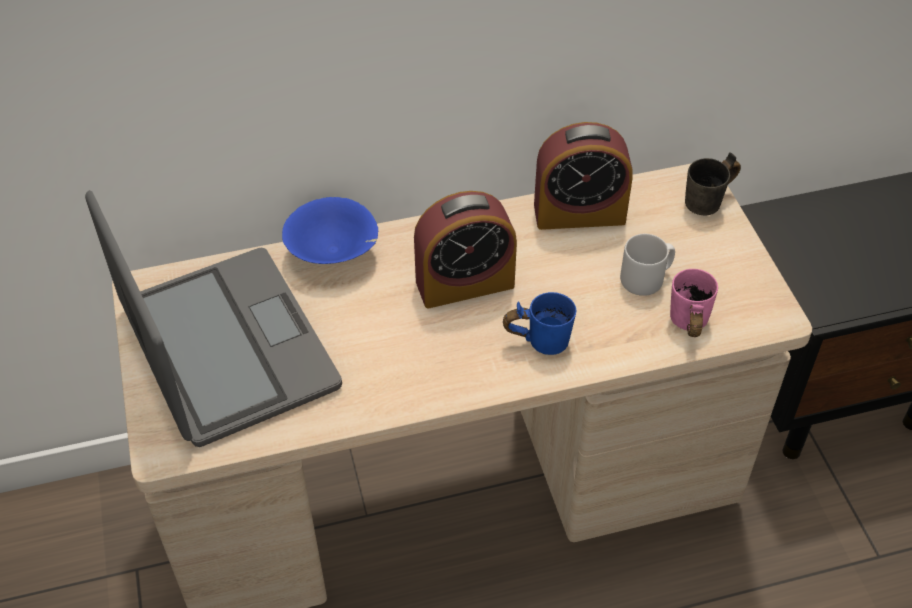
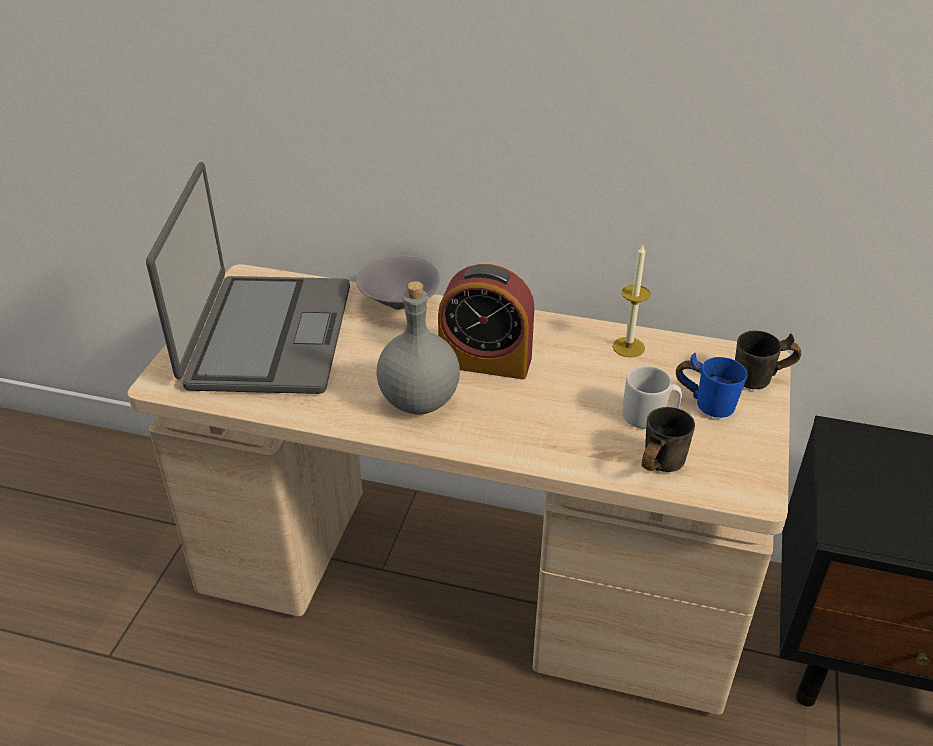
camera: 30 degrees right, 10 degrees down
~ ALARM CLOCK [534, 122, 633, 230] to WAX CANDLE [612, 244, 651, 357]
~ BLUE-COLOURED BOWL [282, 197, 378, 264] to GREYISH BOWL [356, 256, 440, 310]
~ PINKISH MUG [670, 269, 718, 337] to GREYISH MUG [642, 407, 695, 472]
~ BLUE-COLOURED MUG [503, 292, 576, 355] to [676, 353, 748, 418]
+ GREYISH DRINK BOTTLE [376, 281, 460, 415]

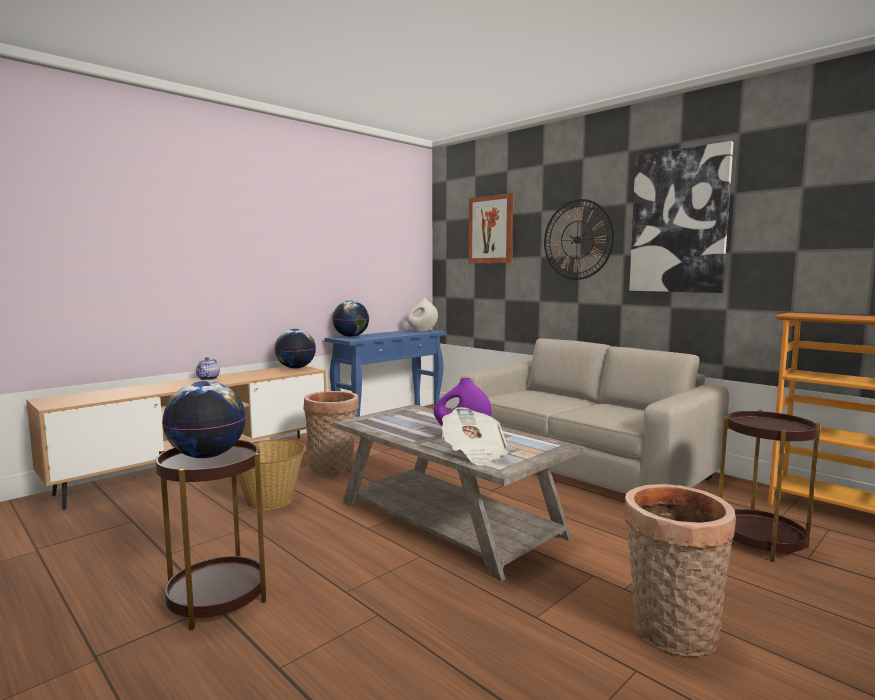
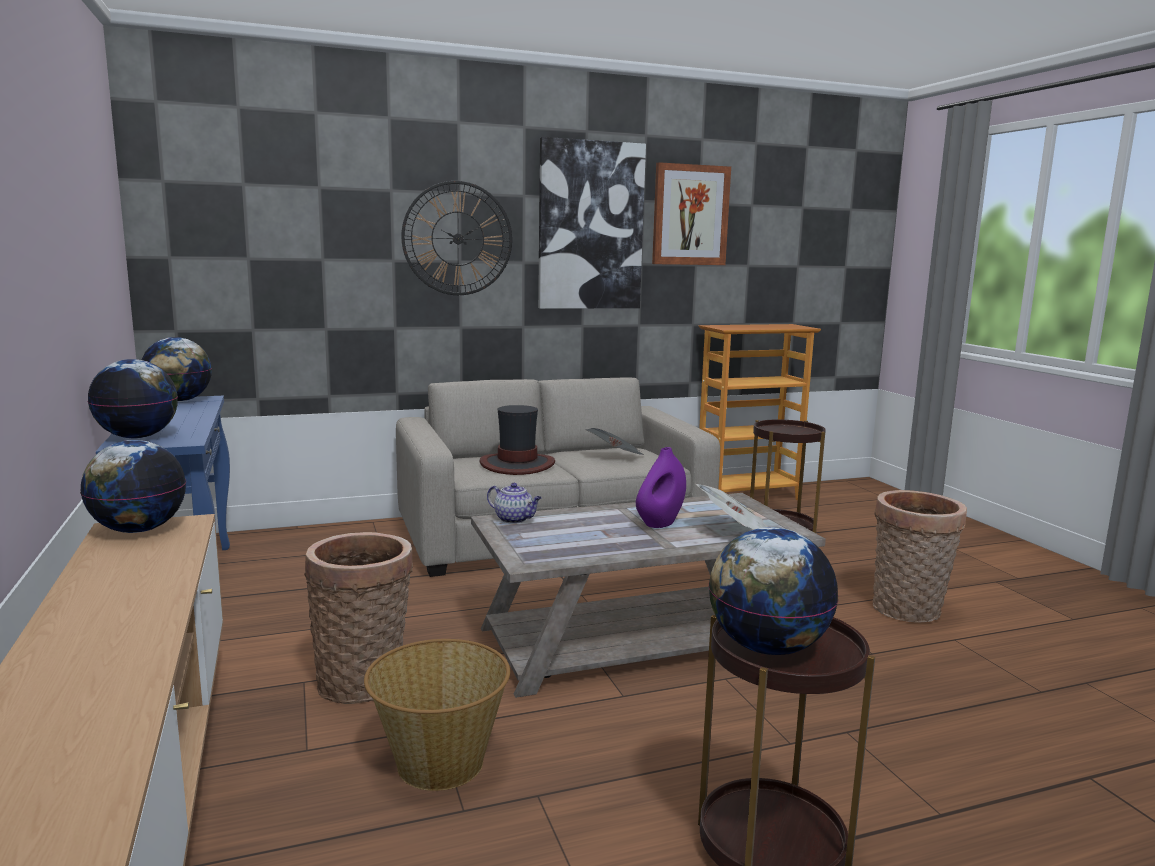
camera: 65 degrees left, 5 degrees up
~ WALL PICTURE [468, 193, 514, 263] to [652, 162, 731, 265]
~ WHITE DECORATIVE VASE [407, 298, 438, 331] to WORLD GLOBE [142, 337, 212, 402]
~ TEA POT [196, 357, 220, 380] to [487, 483, 542, 524]
+ HAT [480, 405, 555, 475]
+ NEWSPAPER [586, 428, 645, 455]

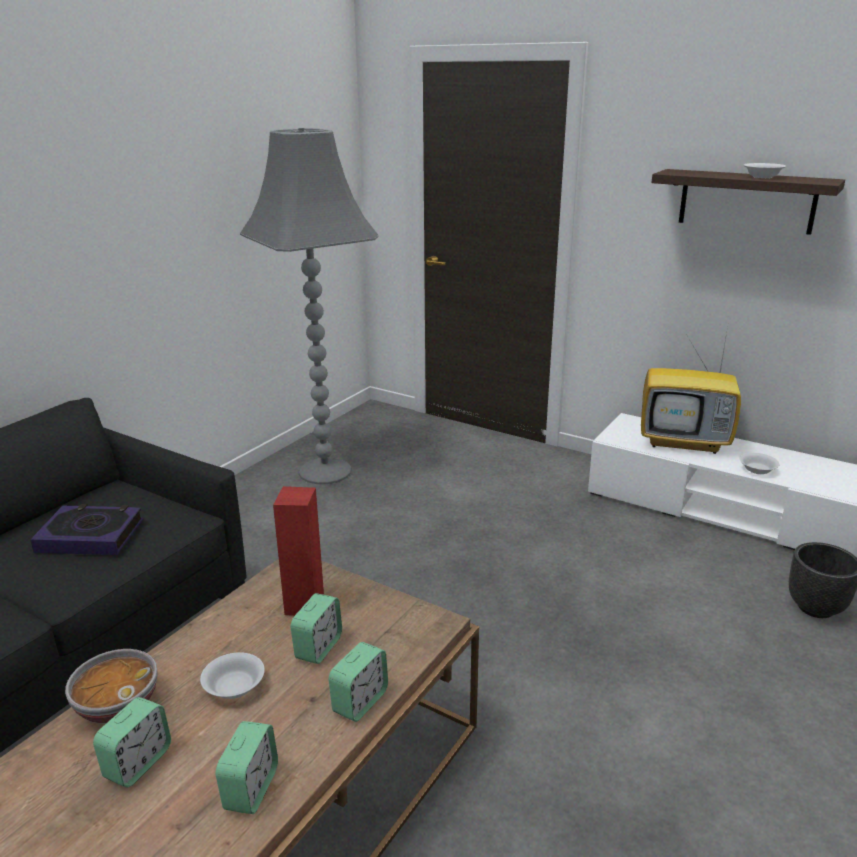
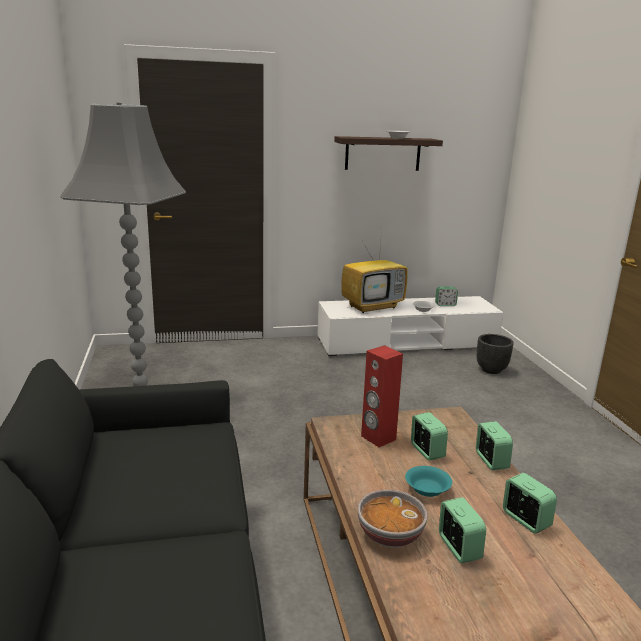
camera: 45 degrees left, 5 degrees down
- VOLUME [30, 504, 143, 555]
~ WHITE BOWL [200, 652, 265, 699] to TURQUOISE BOWL [405, 466, 452, 497]
+ ALARM CLOCK [435, 286, 458, 306]

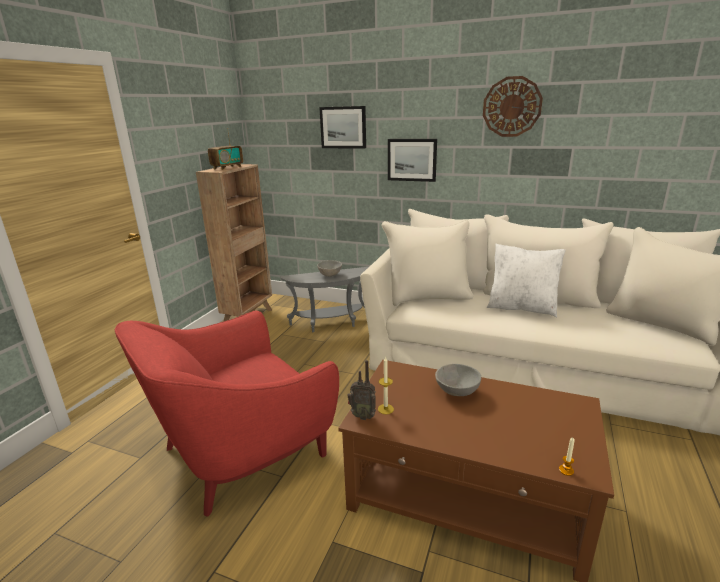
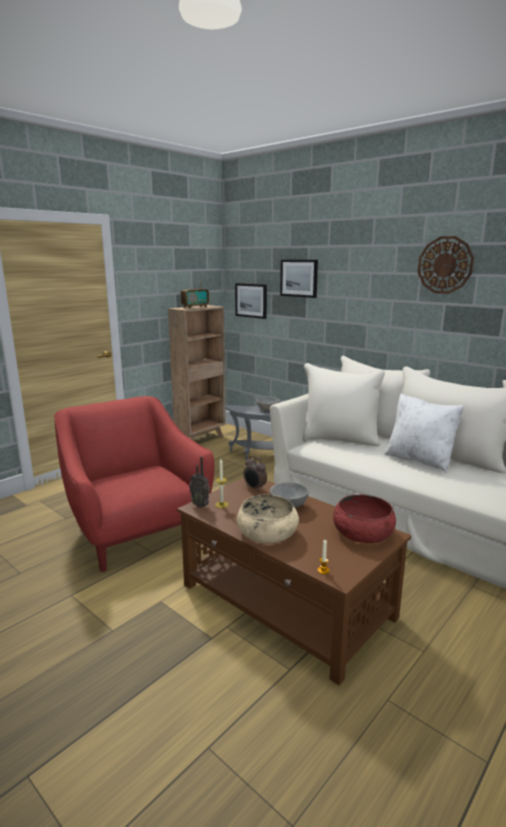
camera: 20 degrees right, 5 degrees down
~ WALL PICTURE [388, 139, 437, 182] to [235, 283, 267, 319]
~ RED-COLOURED EASY CHAIR [115, 311, 339, 516] = [54, 396, 214, 572] 75 degrees clockwise
+ ALARM CLOCK [244, 456, 267, 492]
+ RED-COLOURED BOWL [333, 494, 396, 543]
+ BEIGE-COLOURED BOWL [237, 495, 299, 544]

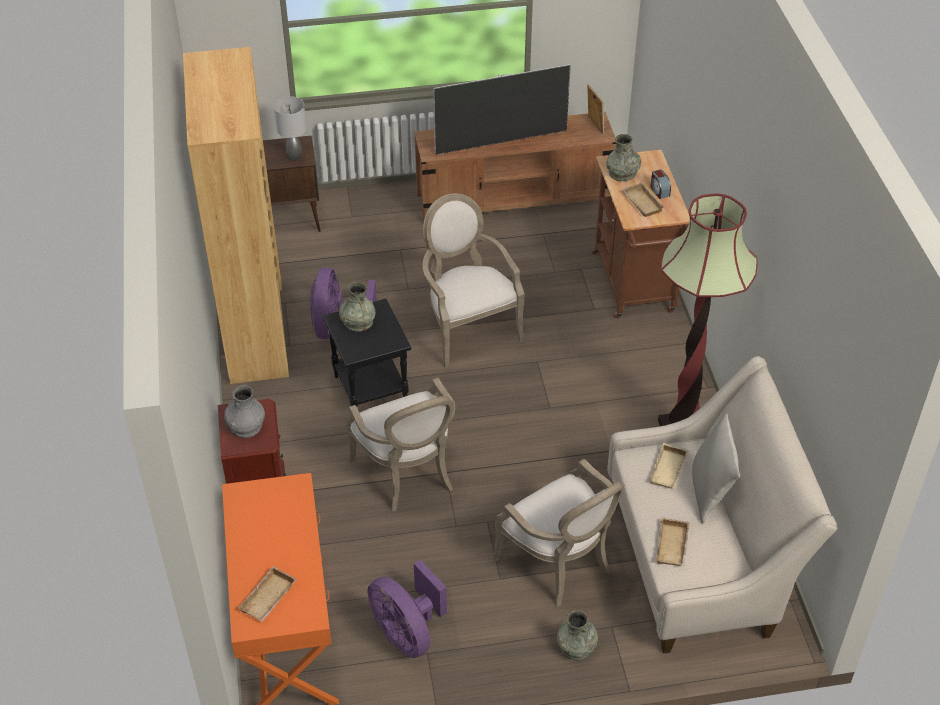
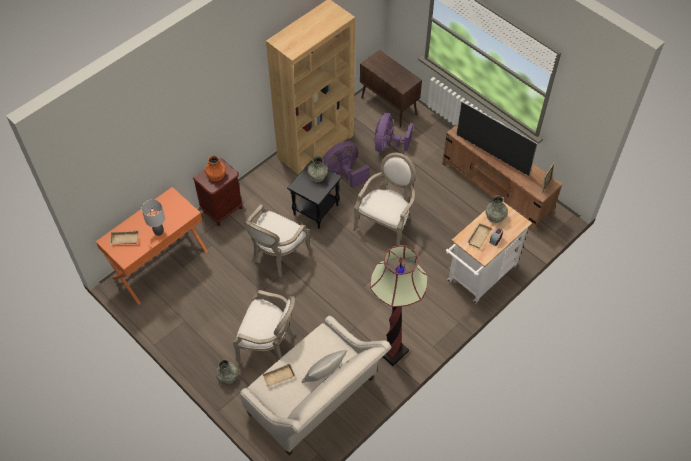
camera: 55 degrees right, 10 degrees up
~ GREYISH TABLE LAMP [274, 96, 307, 161] to [141, 200, 165, 236]
~ BROWNISH TROLLEY [592, 150, 690, 319] to WHITE TROLLEY [446, 202, 532, 303]
~ GREYISH DECORATIVE VASE [224, 385, 265, 438] to ORANGEY DECORATIVE VASE [205, 156, 226, 181]
- BEIGE-COLOURED CARRYING TRAY [649, 443, 688, 489]
~ EASY CHAIR [493, 459, 625, 607] = [233, 290, 295, 361] 90 degrees counterclockwise
~ PURPLISH FAN [368, 560, 447, 658] to [374, 113, 413, 152]

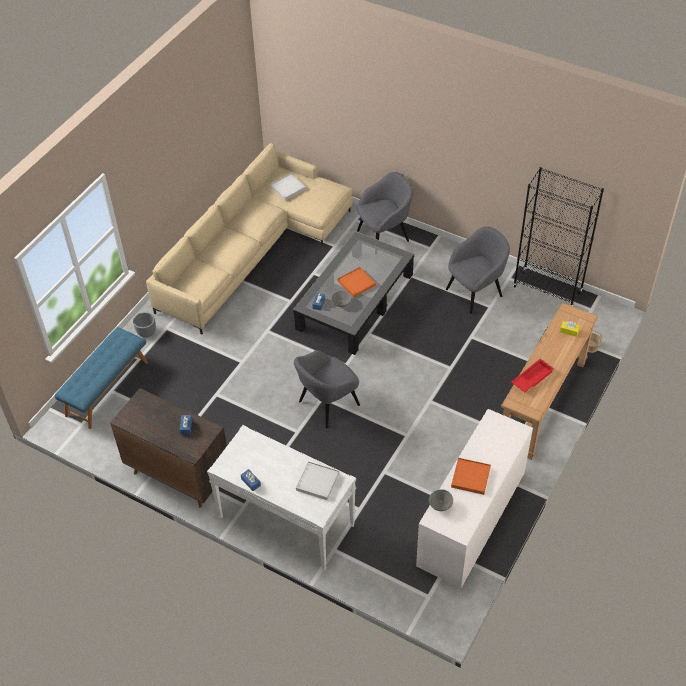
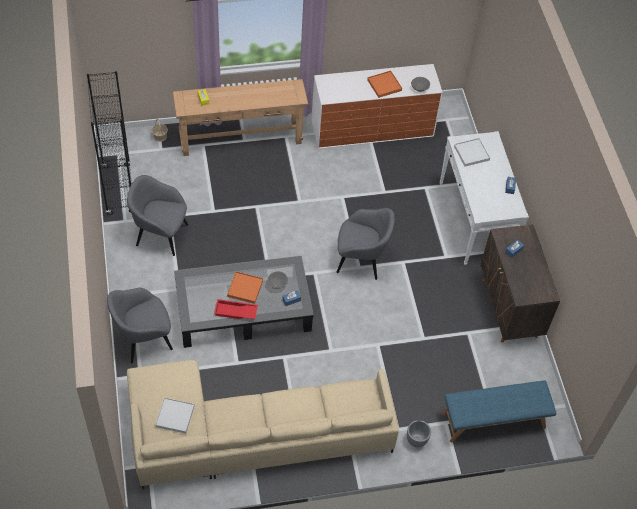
camera: 135 degrees left, 5 degrees up
~ GREYISH EASY CHAIR [357, 172, 413, 242] = [107, 288, 173, 364] 45 degrees counterclockwise
~ RED-COLOURED CARRYING TRAY [511, 359, 554, 393] to [214, 299, 258, 319]

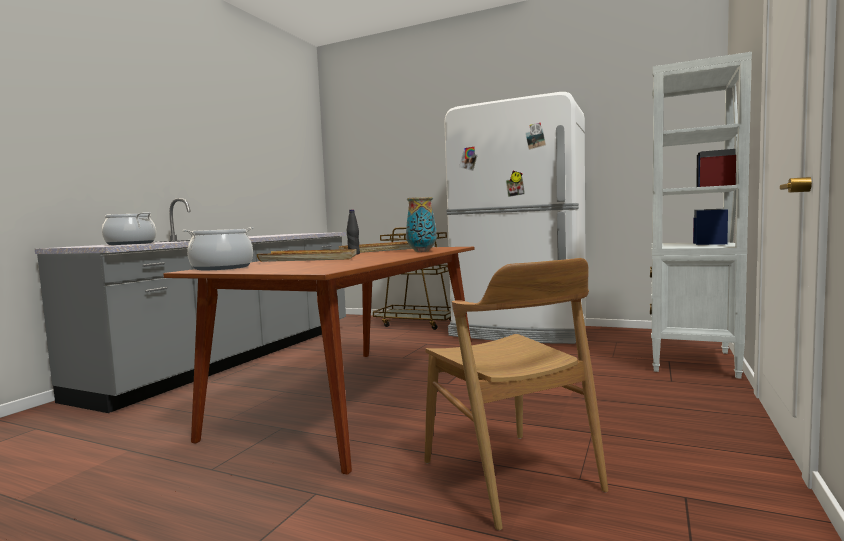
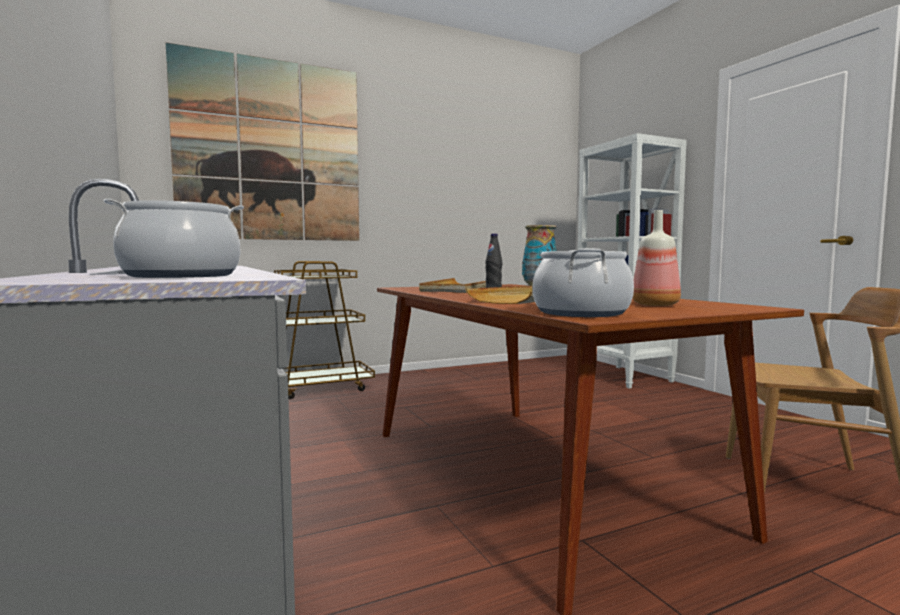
camera: 50 degrees left, 0 degrees up
- WHITE KITCHEN FRIDGE [444, 92, 586, 344]
+ WALL PICTURE [166, 43, 359, 241]
+ DRINK BOTTLE [632, 210, 681, 306]

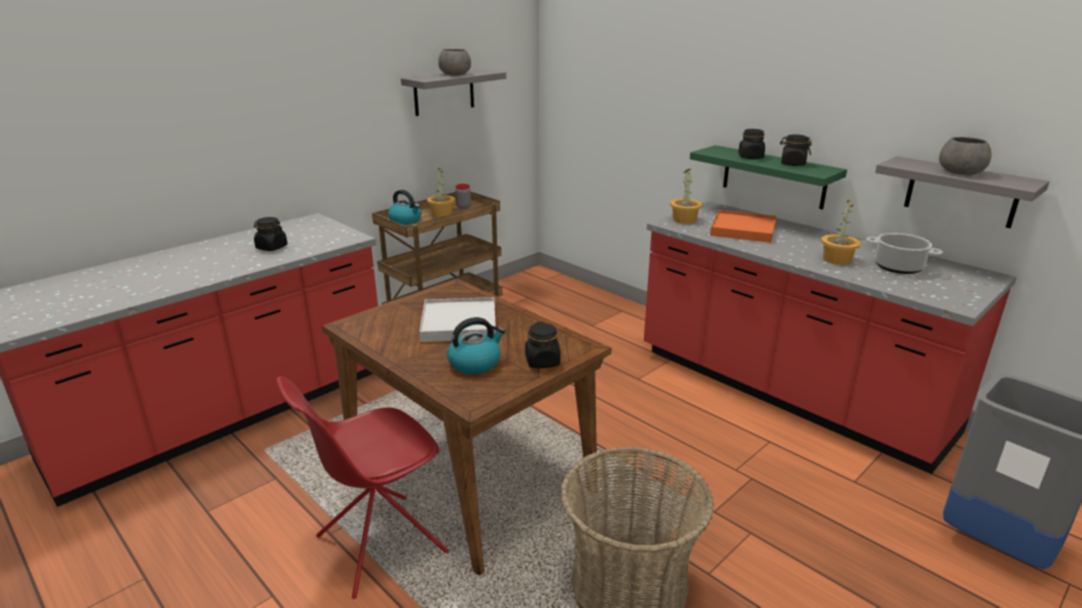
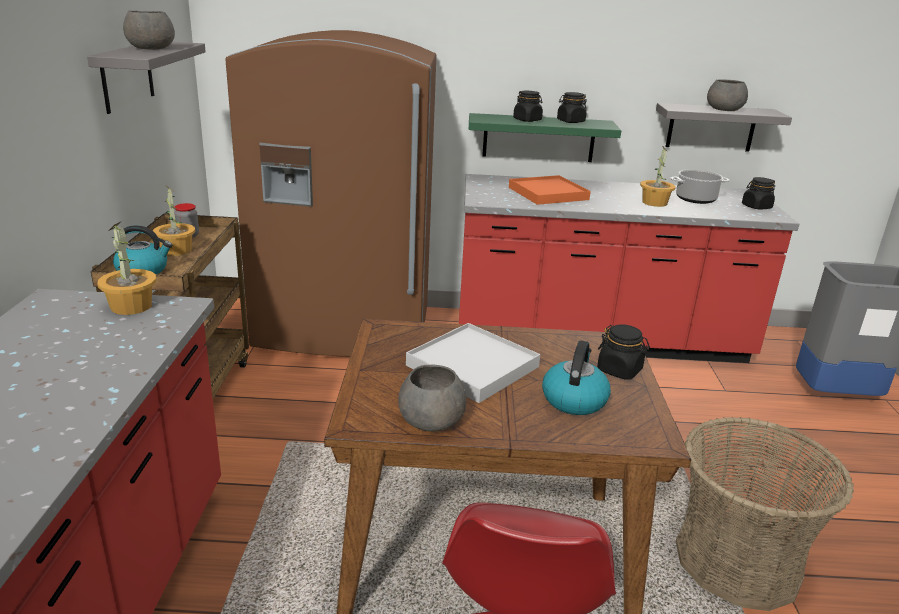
camera: 45 degrees left, 0 degrees up
~ PLANT IN A POT [670, 169, 702, 224] to [97, 221, 156, 315]
~ BLACKISH STORAGE JAR [254, 217, 287, 251] to [742, 177, 775, 209]
+ BROWNISH KITCHEN FRIDGE [225, 30, 436, 357]
+ GREYISH BOWL [398, 364, 466, 432]

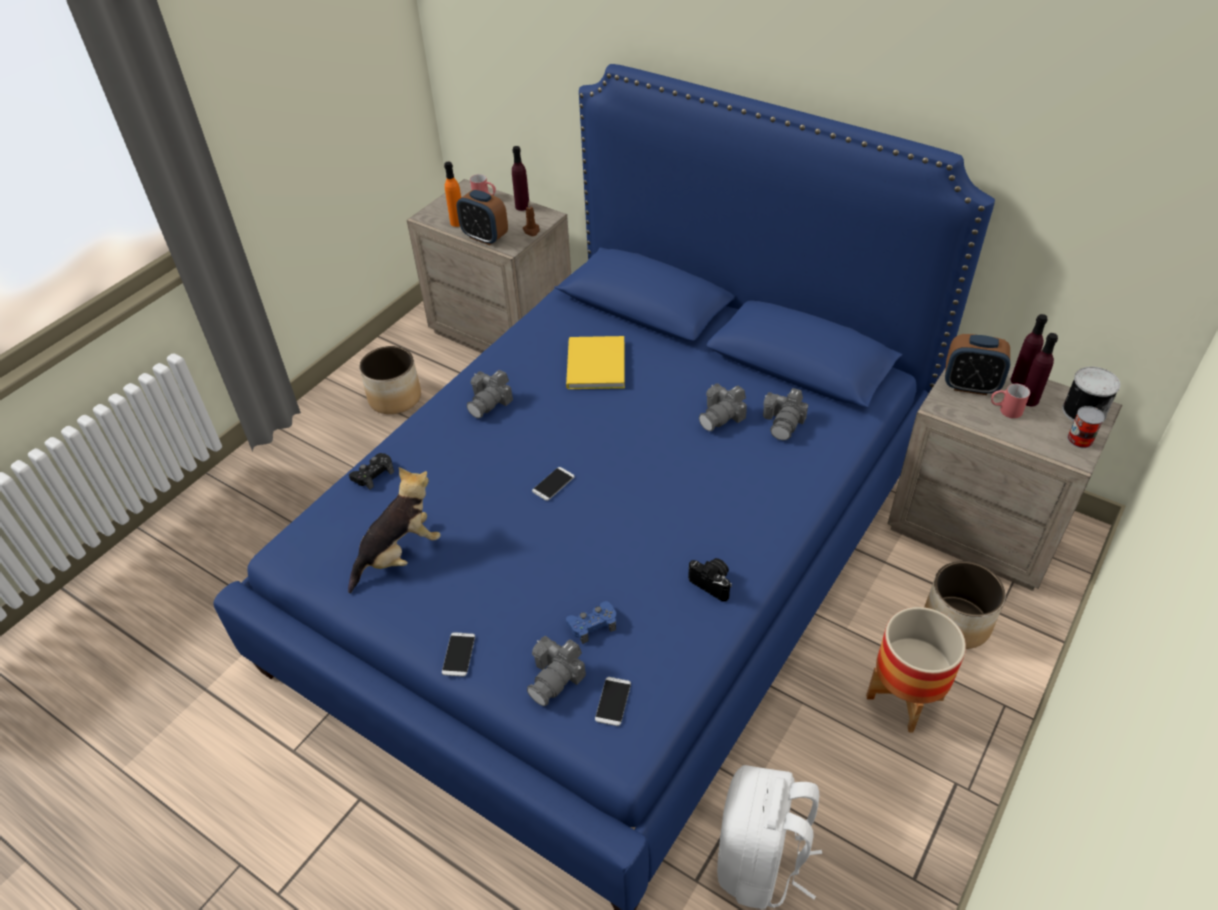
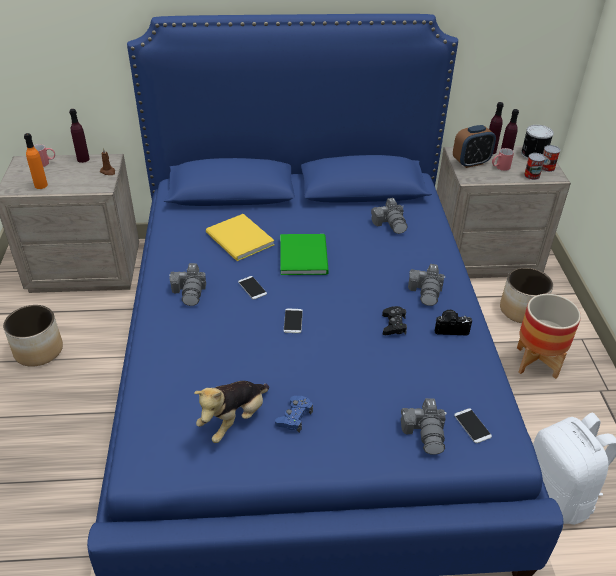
camera: 40 degrees left, 5 degrees down
- ALARM CLOCK [456, 190, 508, 245]
~ PHOTO CAMERA [699, 383, 747, 431] to [408, 264, 445, 306]
~ BLACKISH JOYPAD [349, 453, 394, 490] to [382, 306, 407, 335]
~ CUDDLY TOY [348, 467, 441, 593] = [194, 381, 269, 443] 150 degrees counterclockwise
~ BLUE-COLOURED JOYPAD [566, 601, 617, 644] to [275, 396, 313, 432]
~ PHONE [442, 632, 475, 677] to [238, 276, 267, 300]
+ METAL CAN [524, 153, 545, 180]
+ GREEN VOLUME [280, 234, 329, 275]

